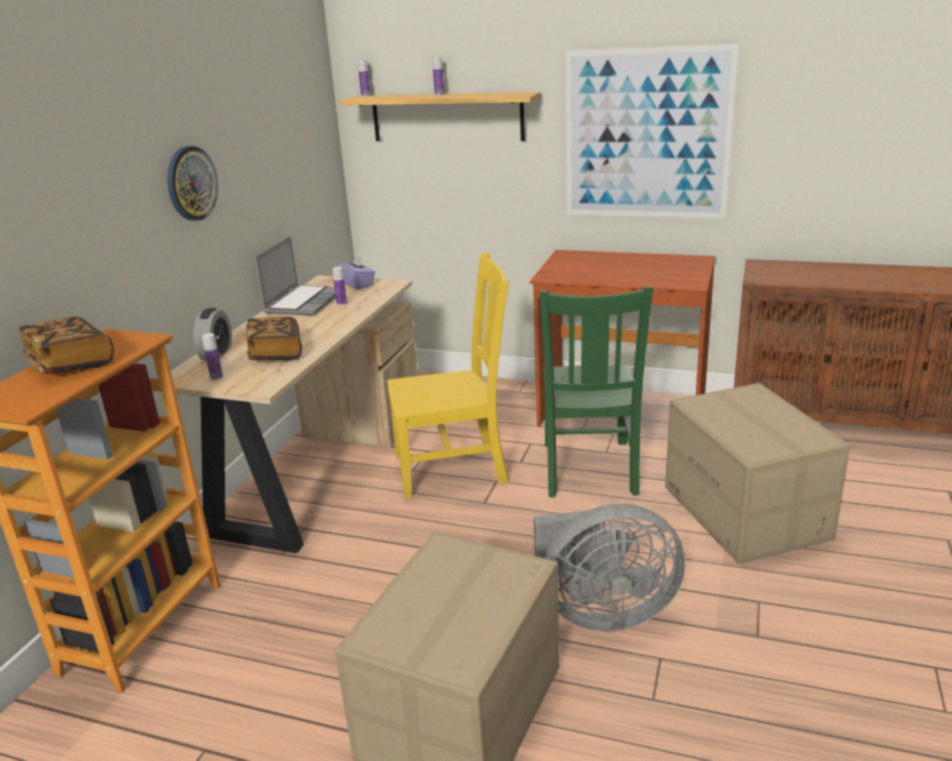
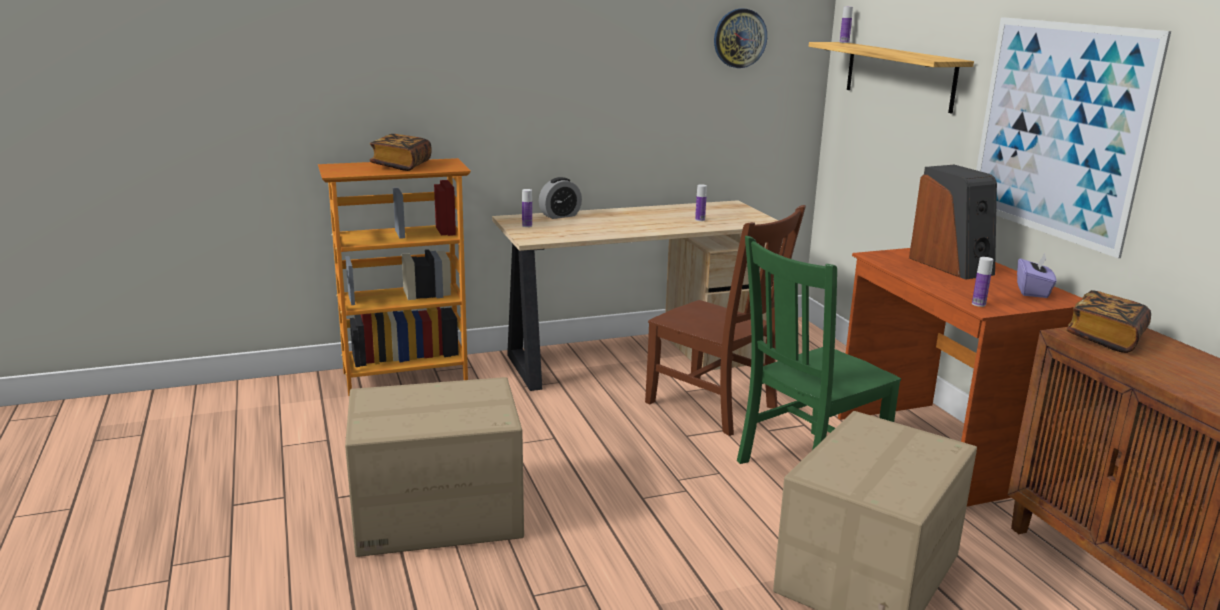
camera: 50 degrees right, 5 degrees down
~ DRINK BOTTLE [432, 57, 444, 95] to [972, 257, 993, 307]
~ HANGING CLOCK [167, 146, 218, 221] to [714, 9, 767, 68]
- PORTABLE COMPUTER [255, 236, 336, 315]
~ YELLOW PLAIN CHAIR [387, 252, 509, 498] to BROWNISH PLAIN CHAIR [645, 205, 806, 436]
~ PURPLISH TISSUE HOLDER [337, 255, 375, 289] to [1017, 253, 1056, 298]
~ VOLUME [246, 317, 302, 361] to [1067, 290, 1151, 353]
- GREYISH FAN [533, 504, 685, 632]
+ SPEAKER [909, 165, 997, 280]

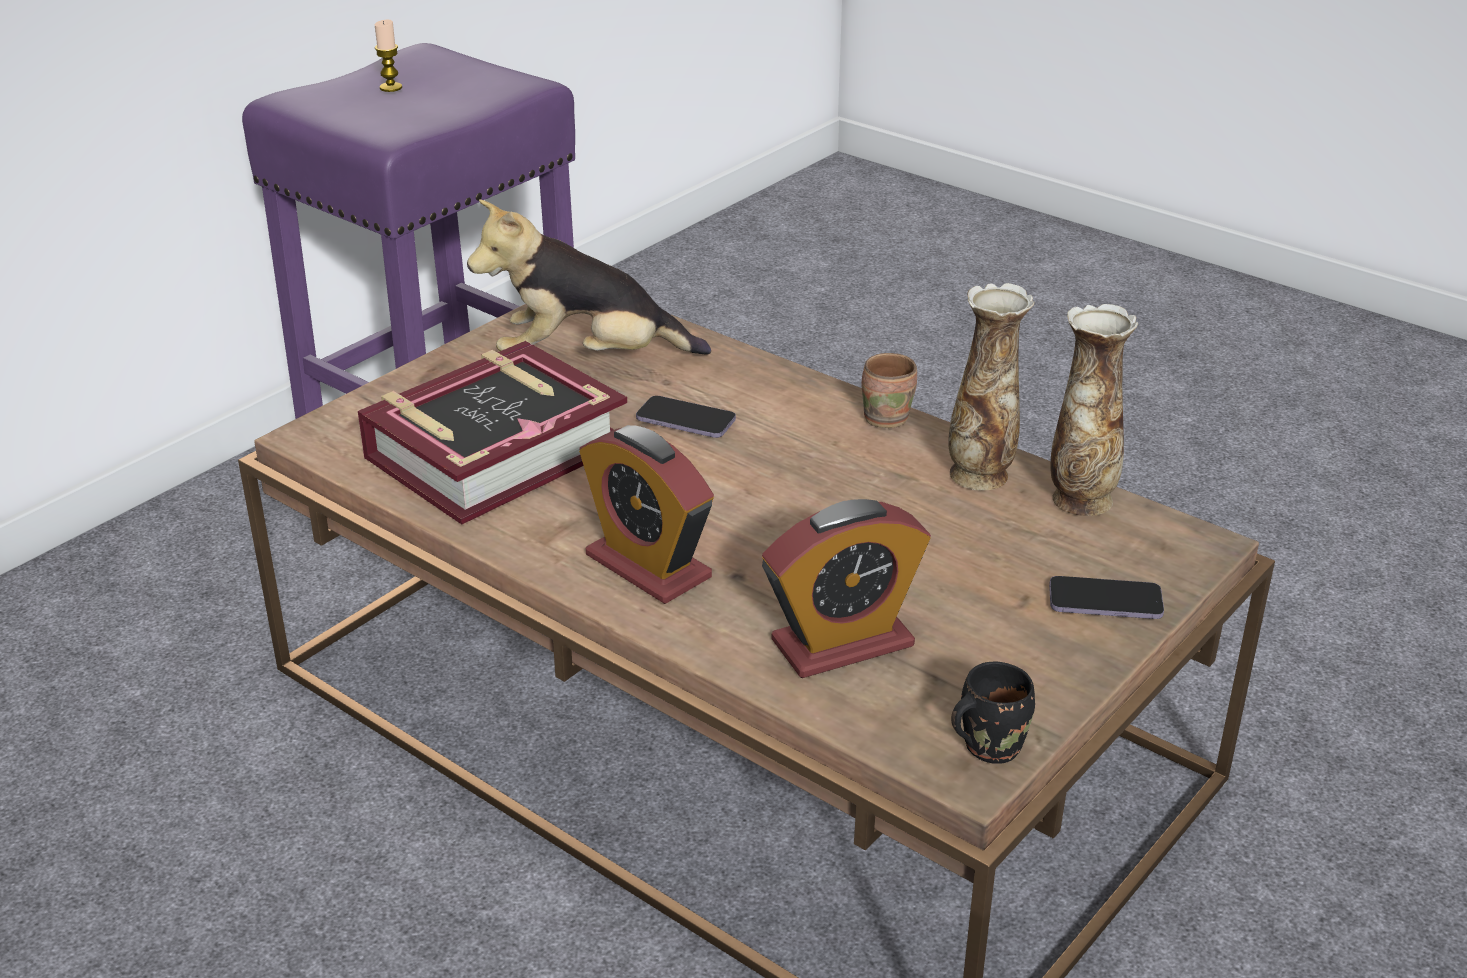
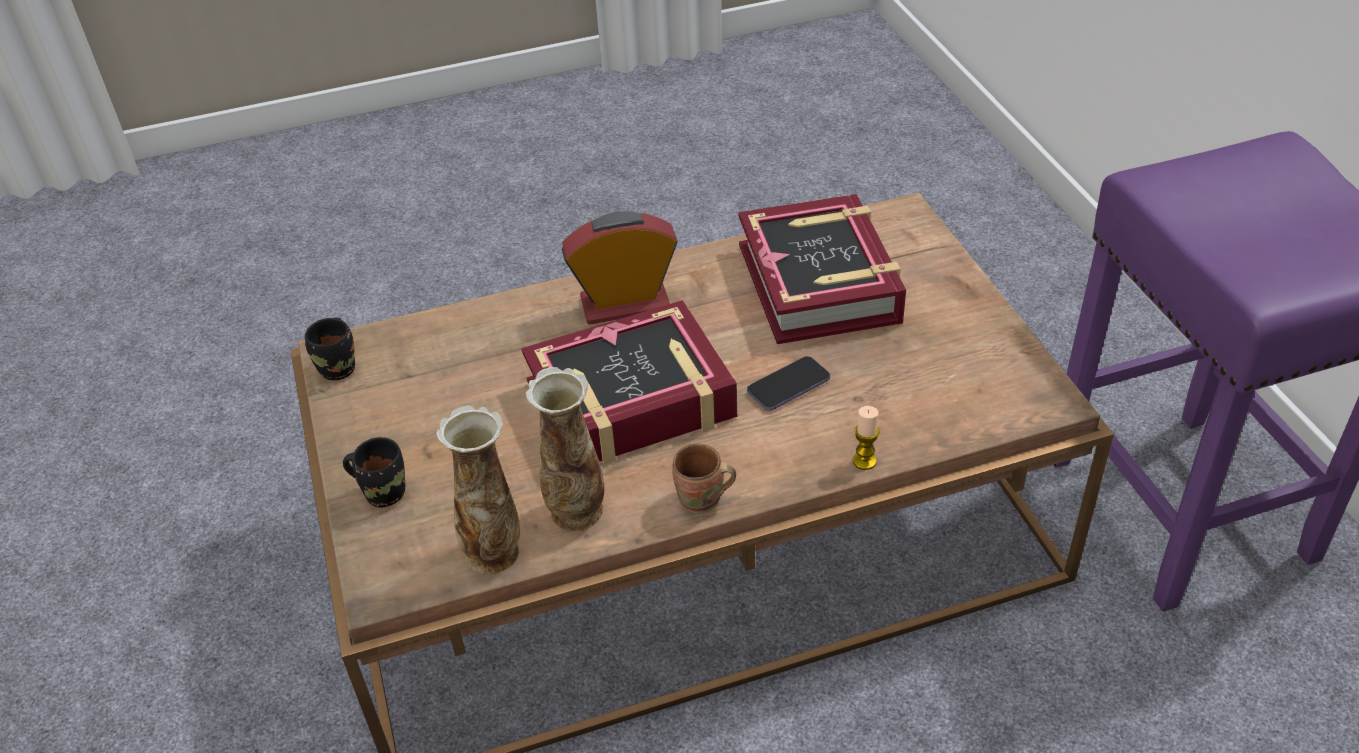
camera: 125 degrees right, 10 degrees up
~ WAX CANDLE [374, 20, 402, 92] to [853, 406, 880, 470]
- CUDDLY TOY [467, 199, 711, 354]
- ALARM CLOCK [762, 499, 931, 678]
~ PHONE [1049, 576, 1164, 619] to BLACKISH MUG [343, 437, 405, 508]
+ VOLUME [521, 300, 737, 465]

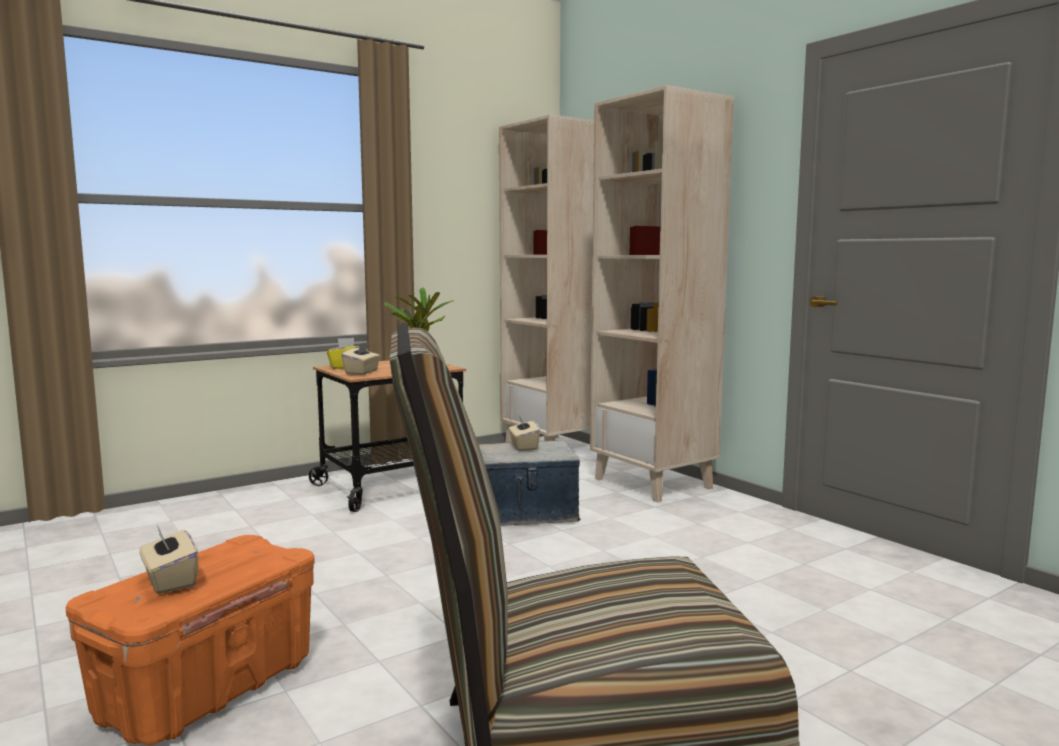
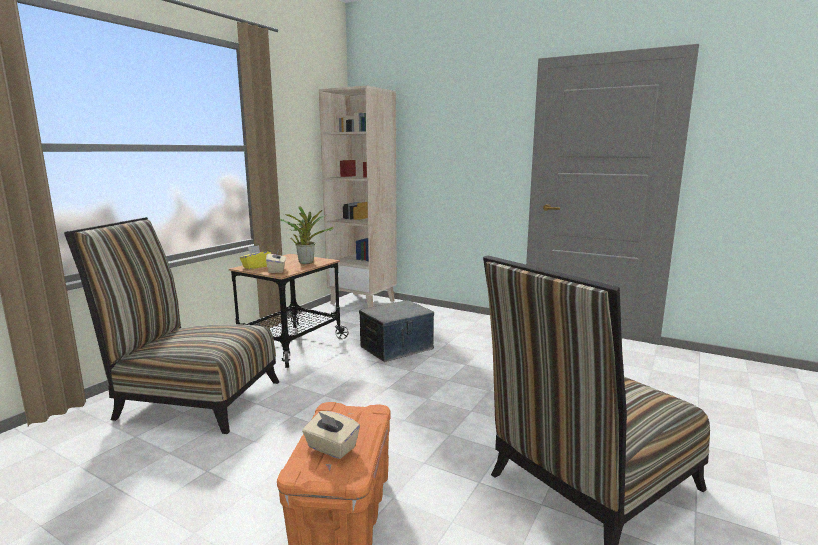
camera: 25 degrees left, 5 degrees up
- BEIGE-COLOURED BOOKSHELF [590, 85, 734, 502]
- BEIGE-COLOURED TISSUE HOLDER [509, 416, 540, 451]
+ PLAIN CHAIR [64, 217, 279, 434]

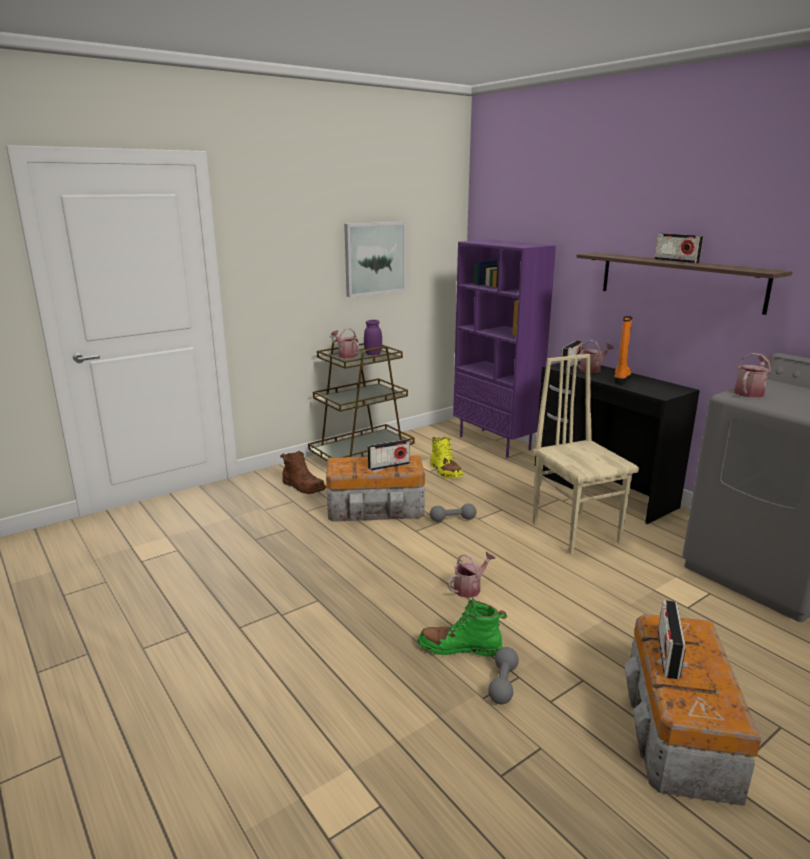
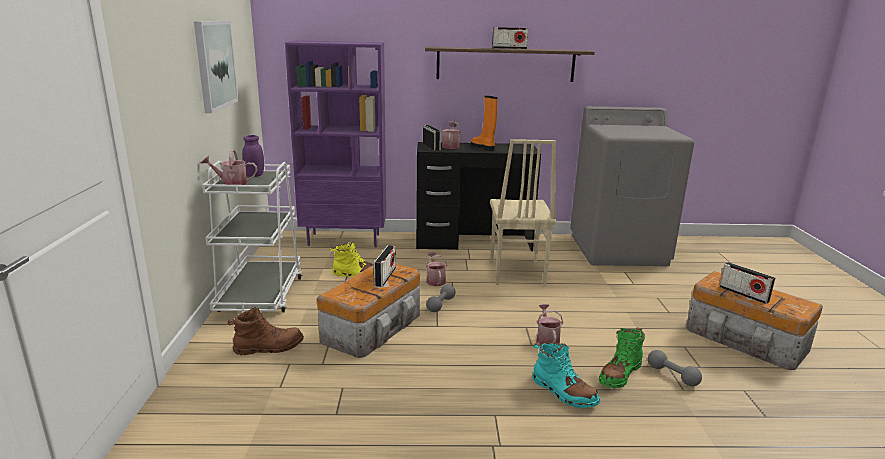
camera: 55 degrees left, 0 degrees up
~ BROWNISH TROLLEY [308, 337, 415, 461] to WHITE TROLLEY [202, 161, 302, 312]
~ WATERING POT [734, 353, 771, 398] to [426, 252, 447, 286]
~ BEIGE-COLOURED PLAIN CHAIR [533, 354, 639, 554] = [490, 139, 556, 286] 105 degrees counterclockwise
+ TURQUOISE BOOT [532, 342, 600, 408]

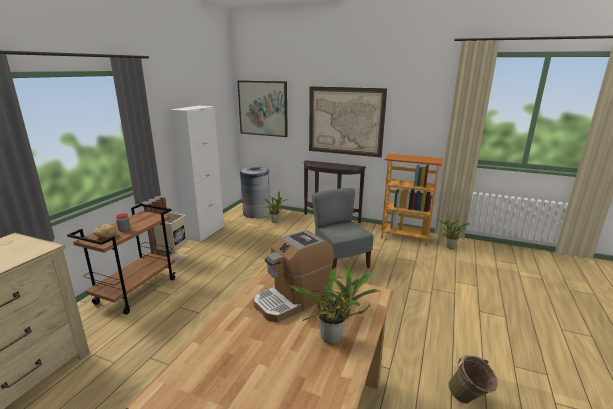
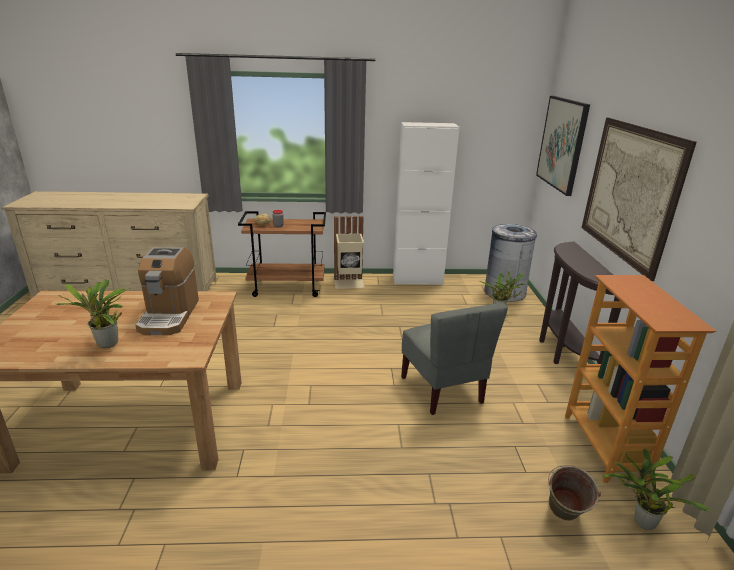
camera: 65 degrees right, 5 degrees up
~ GREYISH PLAIN CHAIR [312, 188, 373, 270] = [401, 303, 508, 415] 120 degrees clockwise
~ COFFEE MAKER [254, 230, 334, 323] = [135, 247, 199, 335] 120 degrees counterclockwise
~ GREEN BUCKET [448, 355, 498, 404] to [548, 465, 601, 521]

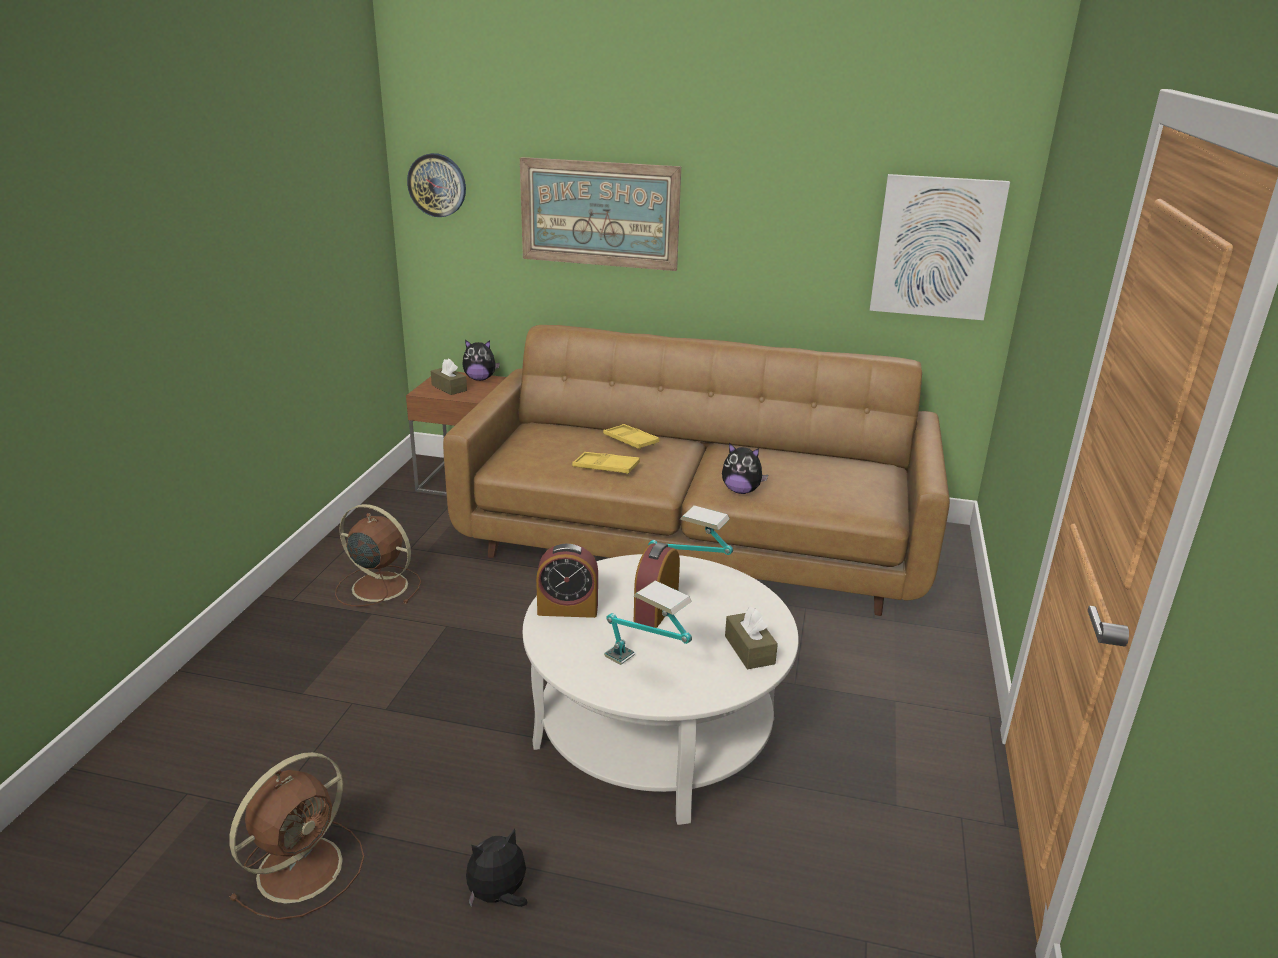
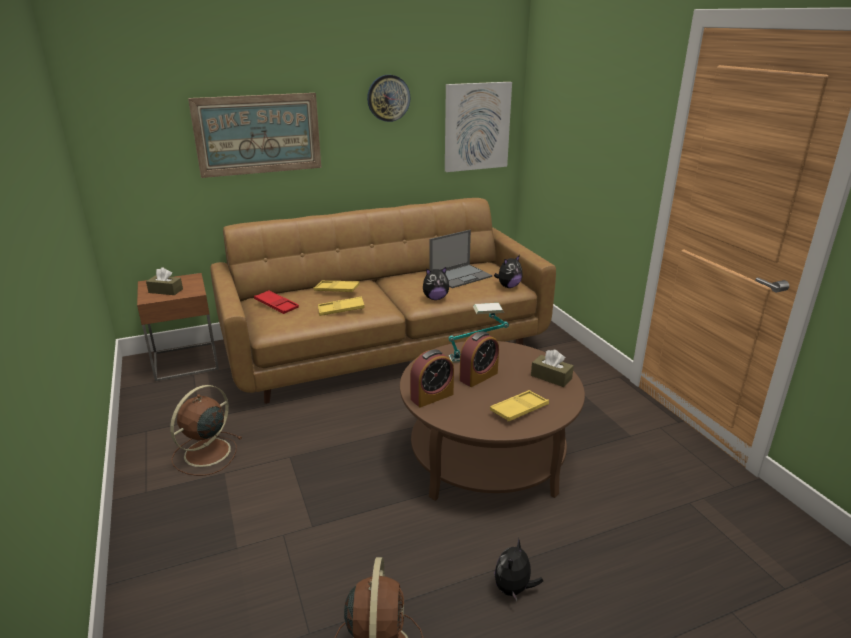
camera: 35 degrees left, 0 degrees up
~ HANGING CLOCK [407, 153, 466, 217] to [367, 75, 410, 122]
~ CUDDLY TOY [463, 340, 500, 381] to [494, 255, 523, 288]
~ BROWNISH FAN [335, 504, 421, 606] = [170, 385, 242, 476] 45 degrees counterclockwise
~ ALARM CLOCK [634, 542, 680, 628] = [459, 331, 499, 387] 120 degrees counterclockwise
~ WHITE LOW TABLE [523, 554, 799, 825] to BROWNISH LOW TABLE [400, 341, 585, 501]
~ TABLE LAMP [604, 580, 692, 665] to YELLOW CARRYING TRAY [490, 390, 549, 422]
+ PORTABLE COMPUTER [429, 230, 492, 288]
+ RED-COLOURED CARRYING TRAY [254, 290, 299, 314]

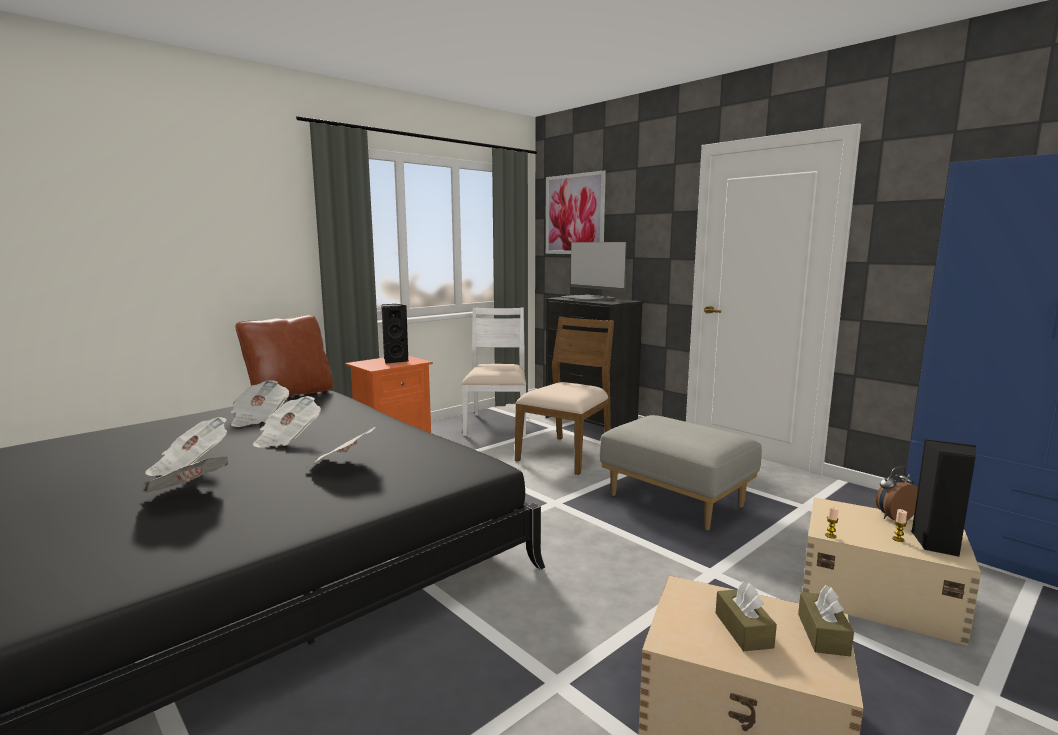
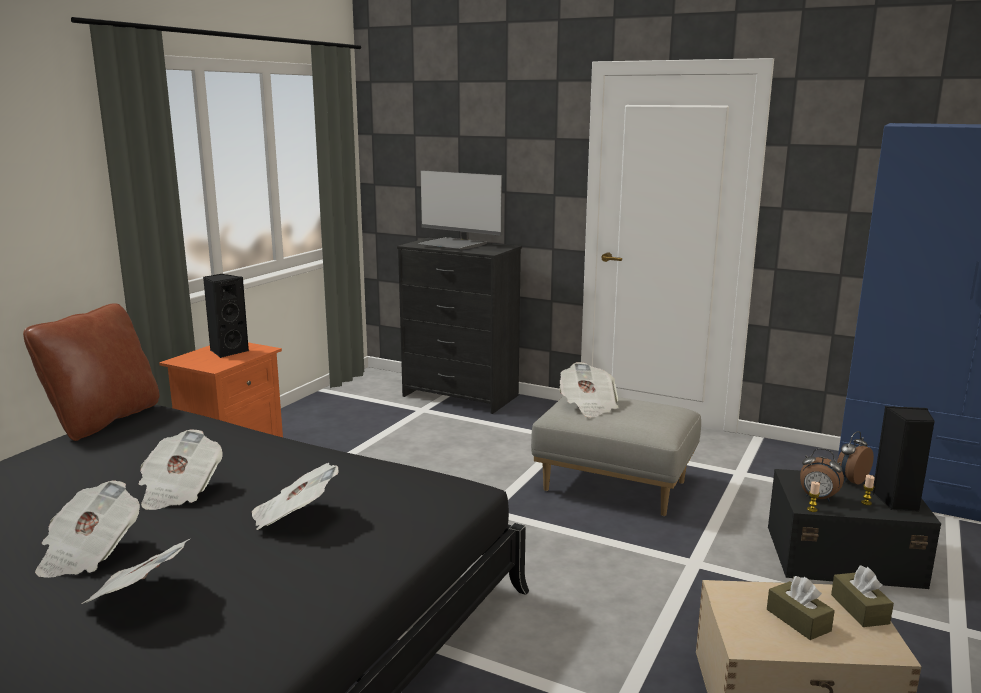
camera: 20 degrees left, 5 degrees up
- WALL PICTURE [546, 170, 606, 254]
- WHITE PLAIN CHAIR [461, 307, 526, 436]
- BROWNISH PLAIN CHAIR [515, 316, 614, 475]
~ NEWSPAPER [231, 380, 289, 427] to [559, 362, 618, 418]
~ BEIGE-COLOURED STORAGE CONTAINER [802, 497, 981, 646] to BLACKISH STORAGE CONTAINER [768, 469, 941, 589]
+ ALARM CLOCK [800, 448, 844, 502]

